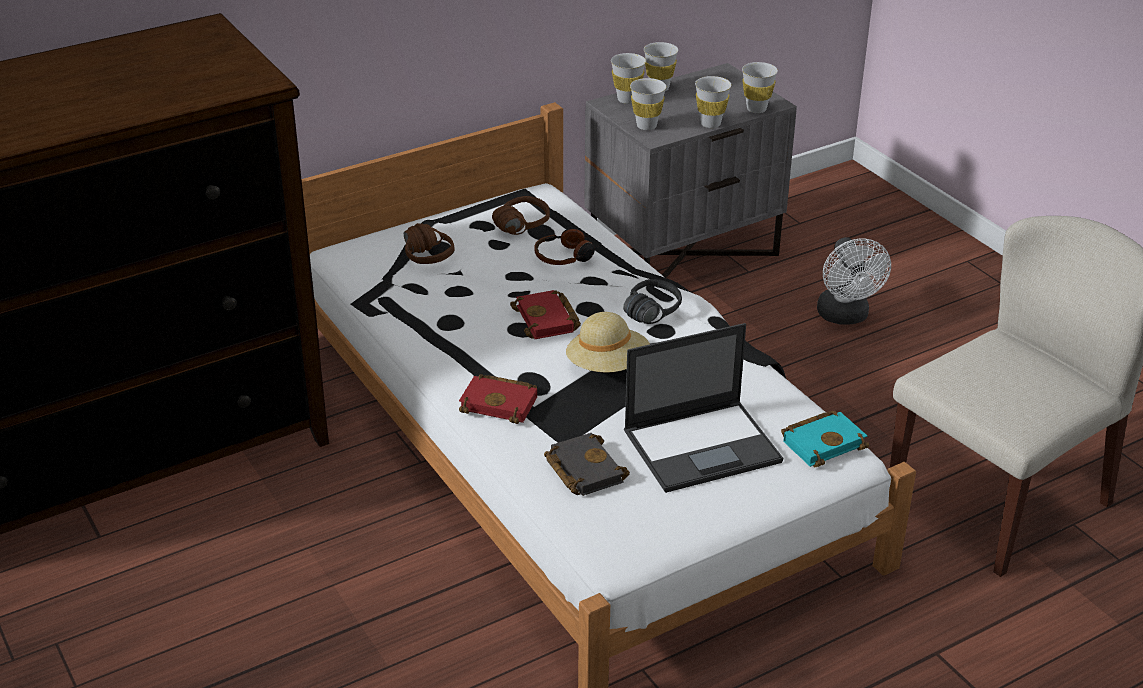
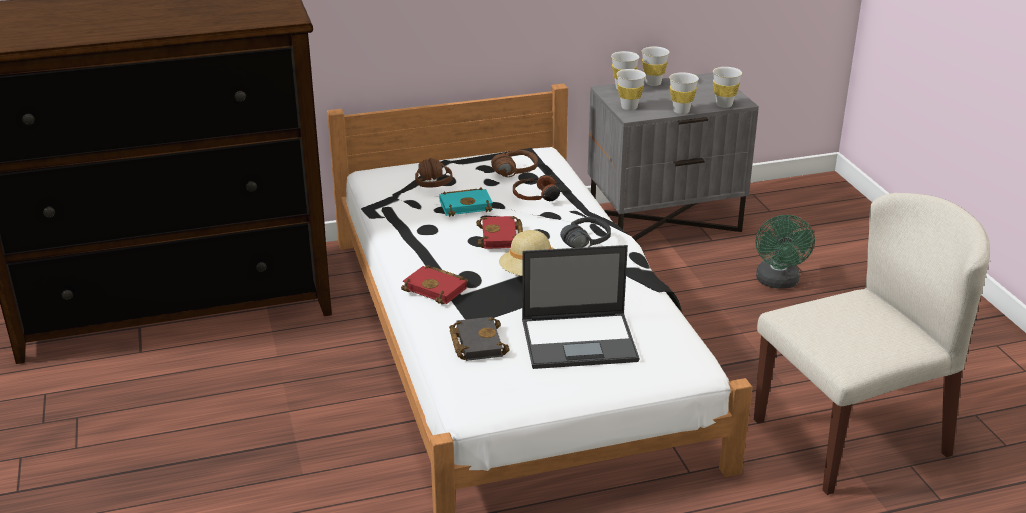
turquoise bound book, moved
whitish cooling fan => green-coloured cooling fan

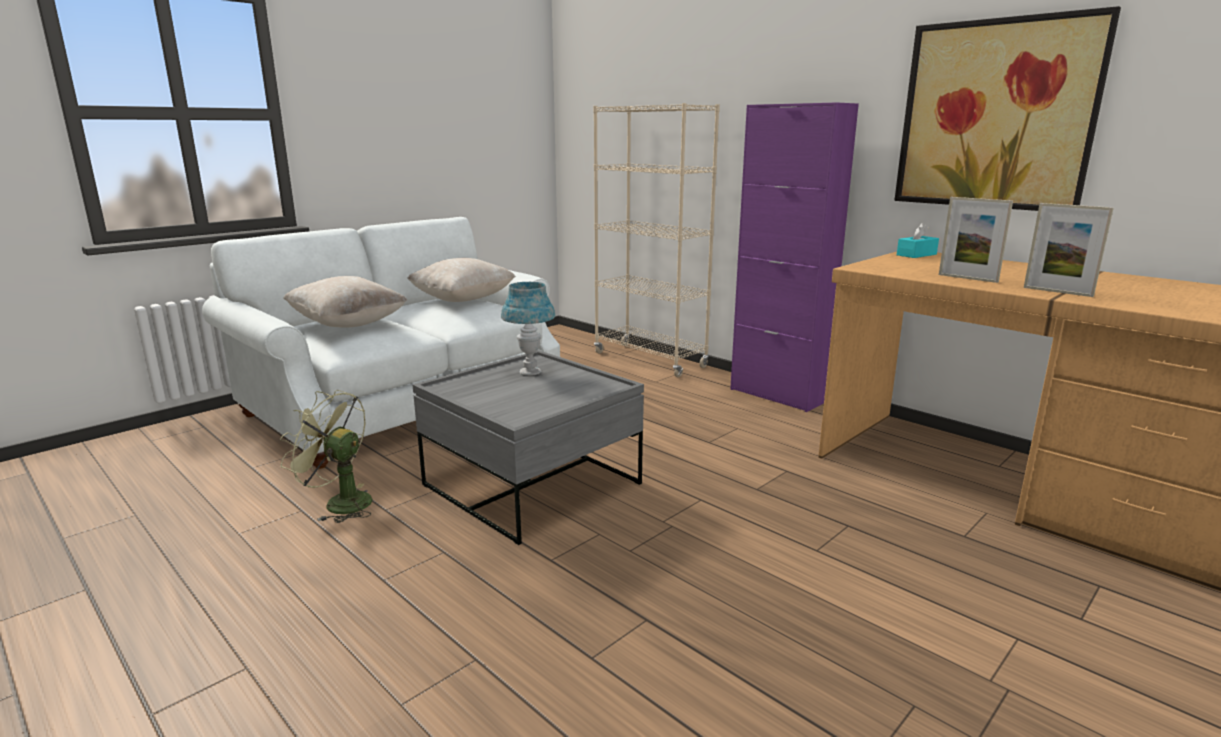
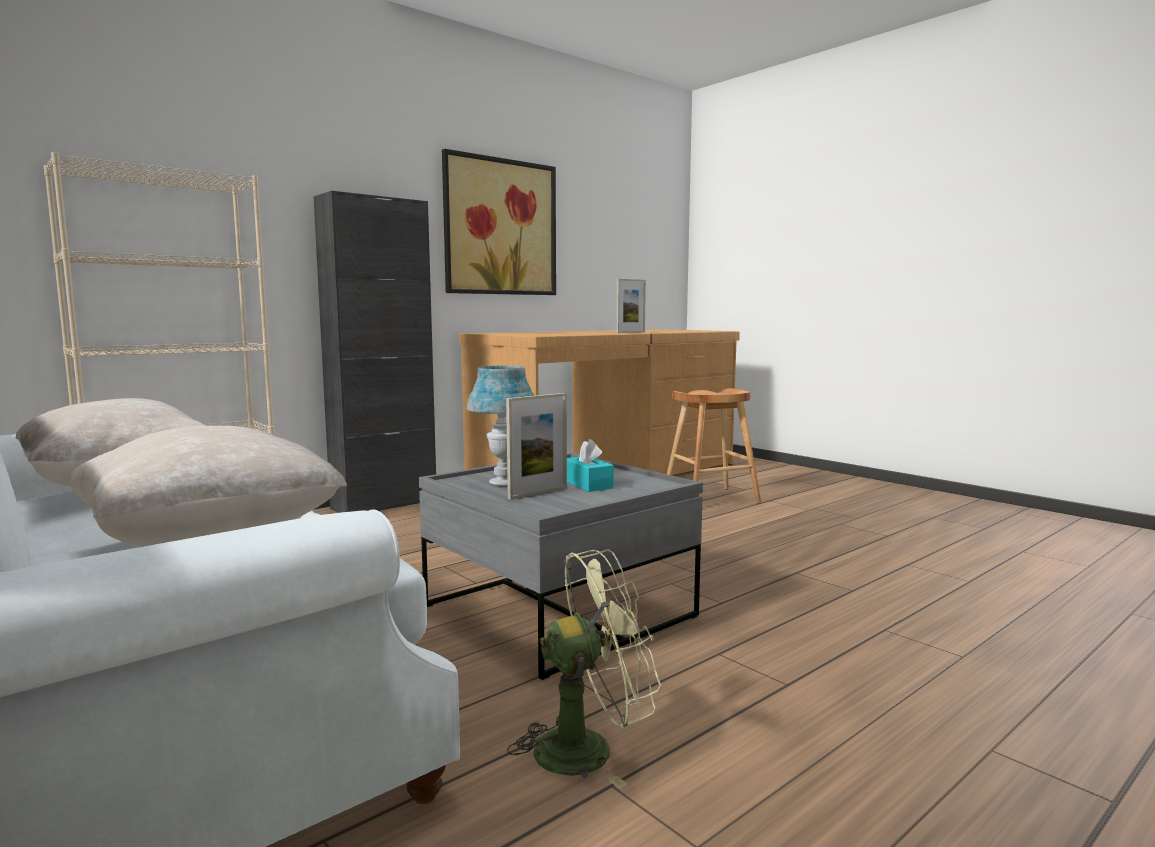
green-coloured cooling fan, 135 degrees counterclockwise
purple-coloured cabinet => black-coloured cabinet
turquoise tissue holder, moved
standing frame (1st from left), moved
nothing => brownish sitting stool

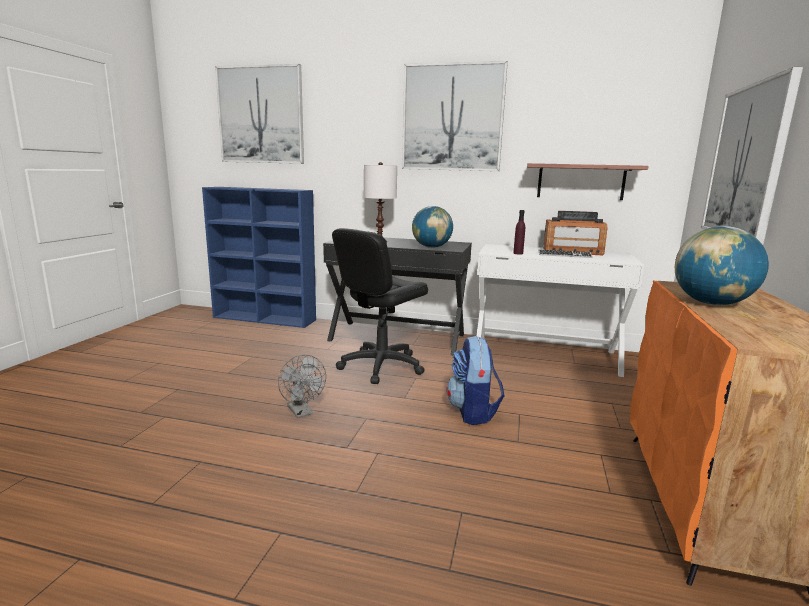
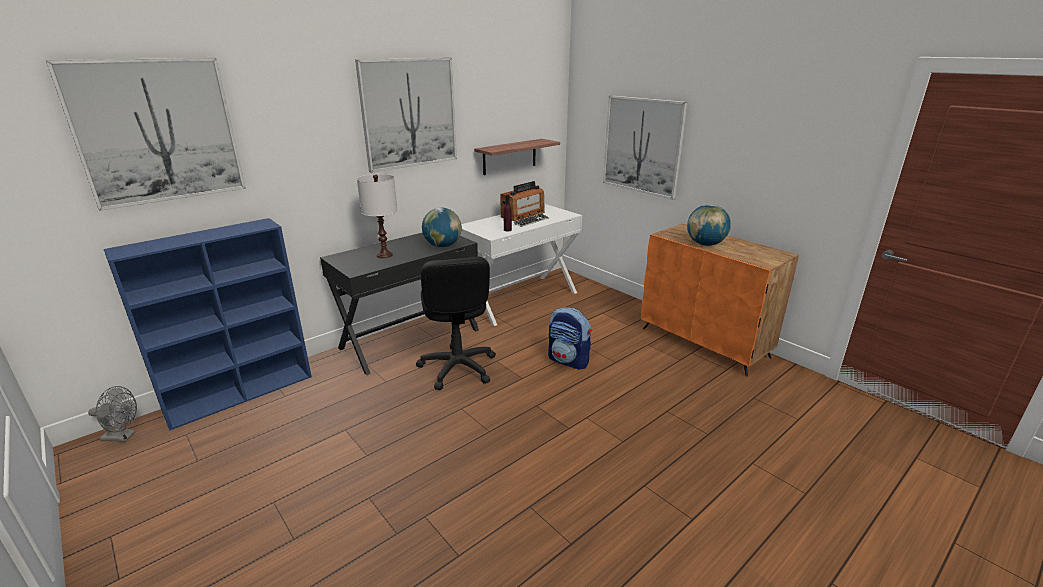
gray cooling fan, moved

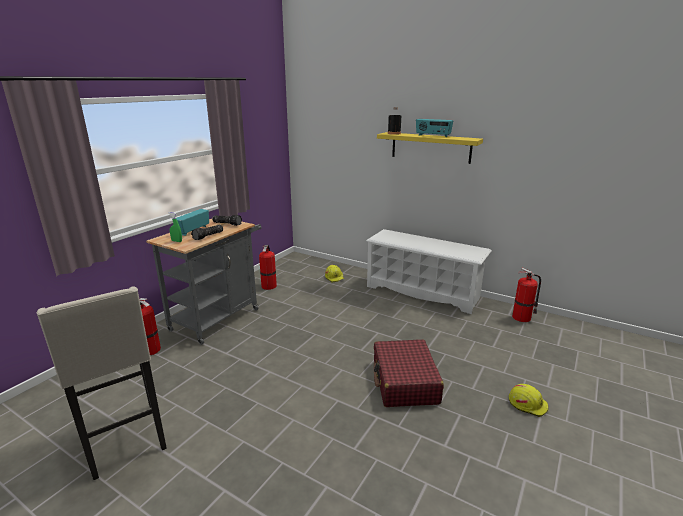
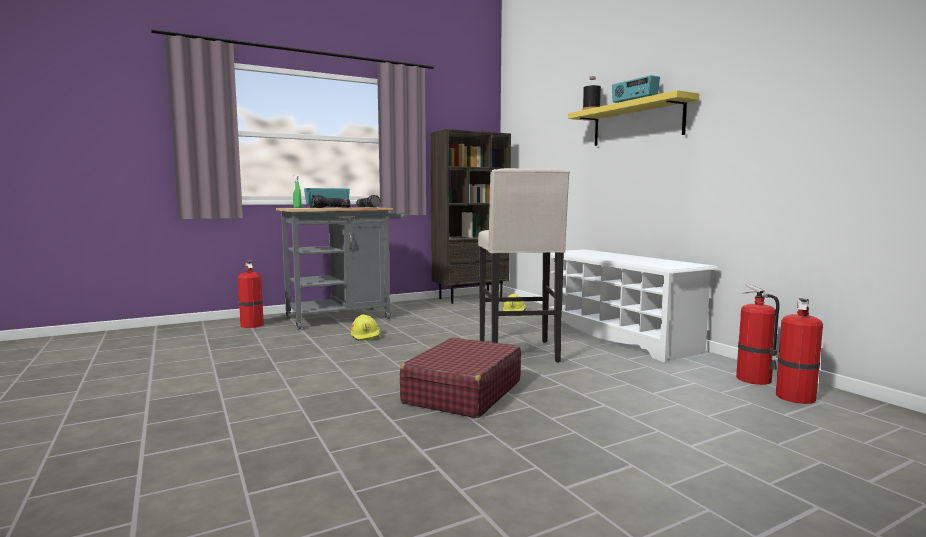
sand-coloured sitting stool, moved
fire extinguisher (2nd from left in the first image) => fire extinguisher (3rd from left), moved
yellow-coloured hard hat (2nd from left in the first image) => yellow-coloured hard hat (1st from left), moved
nothing => brownish bookshelf

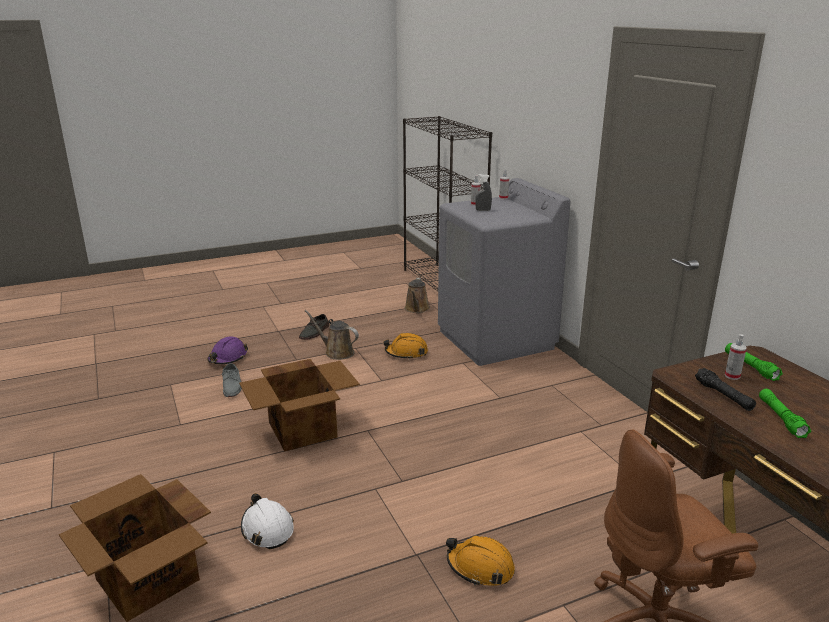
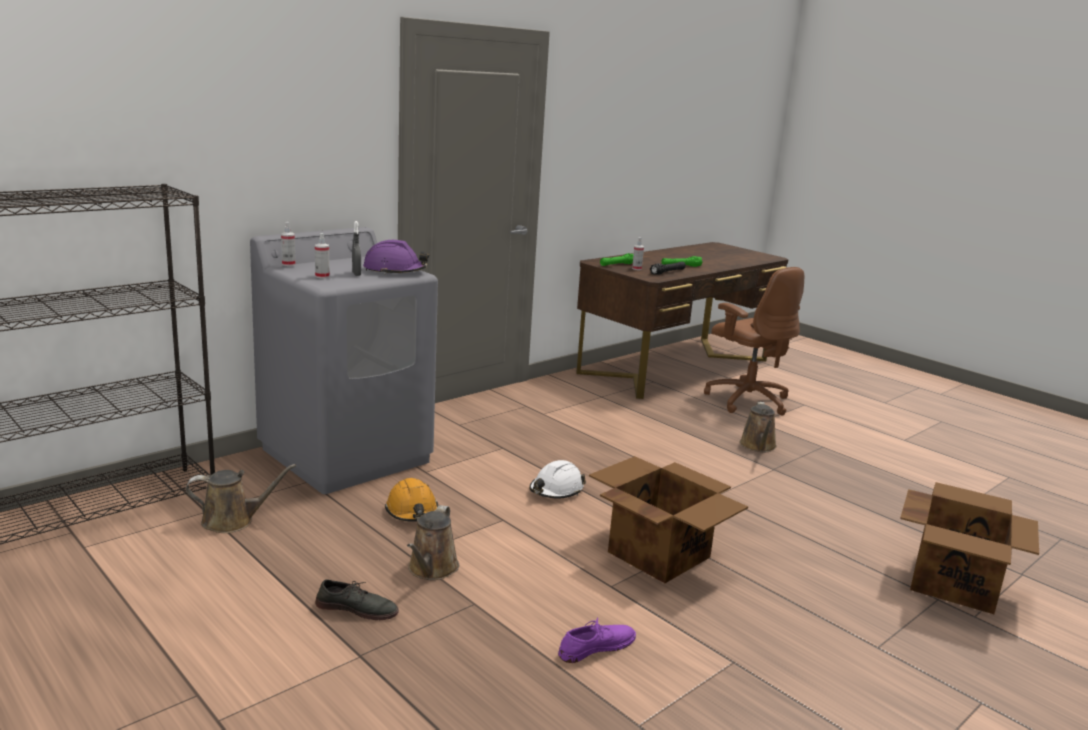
purple-coloured hard hat, moved
gray low shoe (1st from left) => purple-coloured low shoe
whitish hard hat, moved
orange hard hat (2nd from left) => brownish watering can (3rd from left)

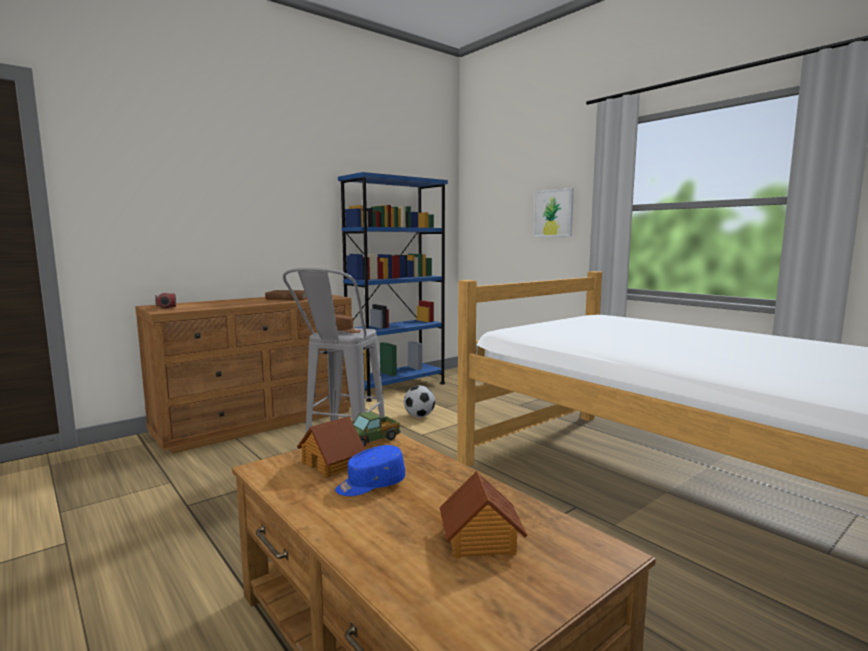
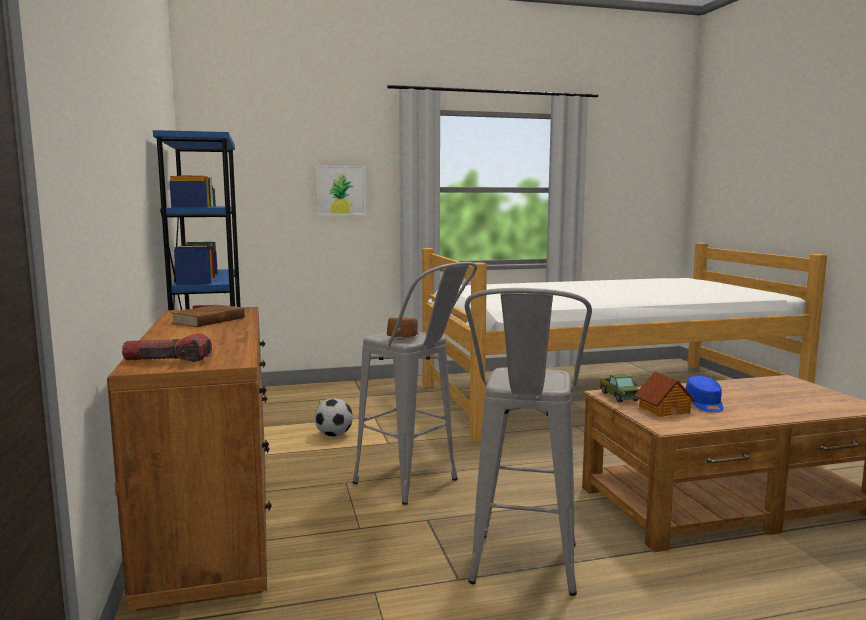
miniature house (2nd from left) => nothing
nothing => gray sitting stool (2nd from left)

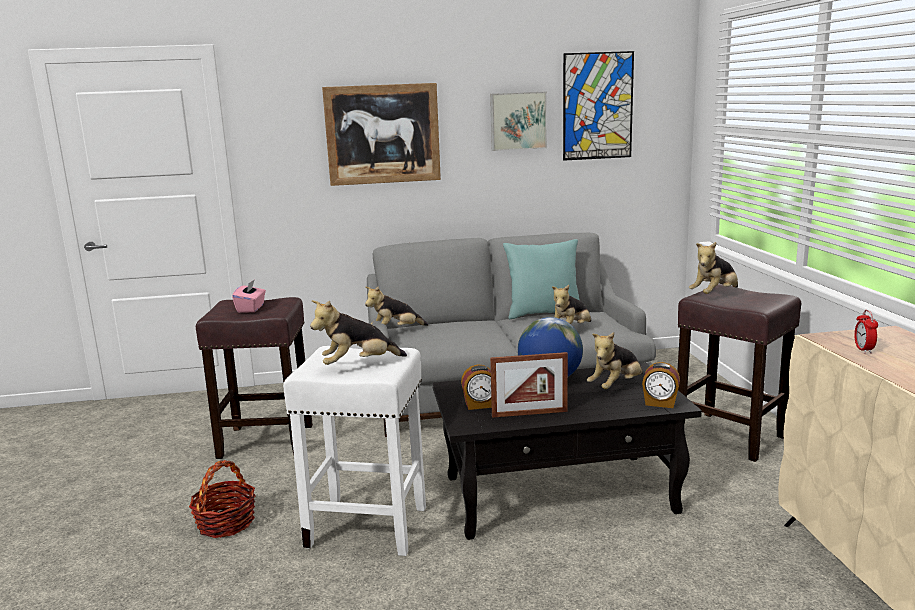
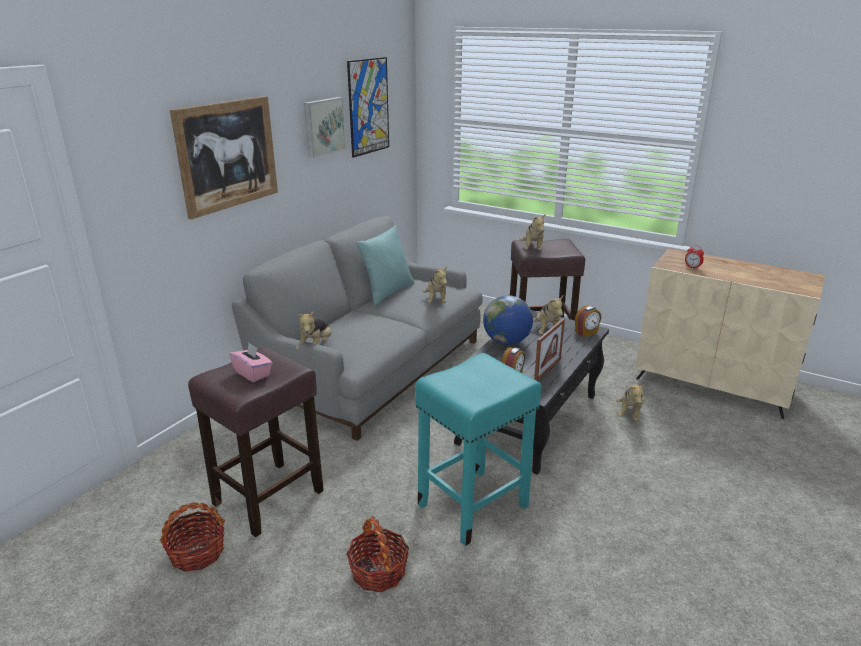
whitish sitting stool => turquoise sitting stool
soft toy (1st from left in the first image) => soft toy (5th from left), moved
nothing => household basket (1st from left)

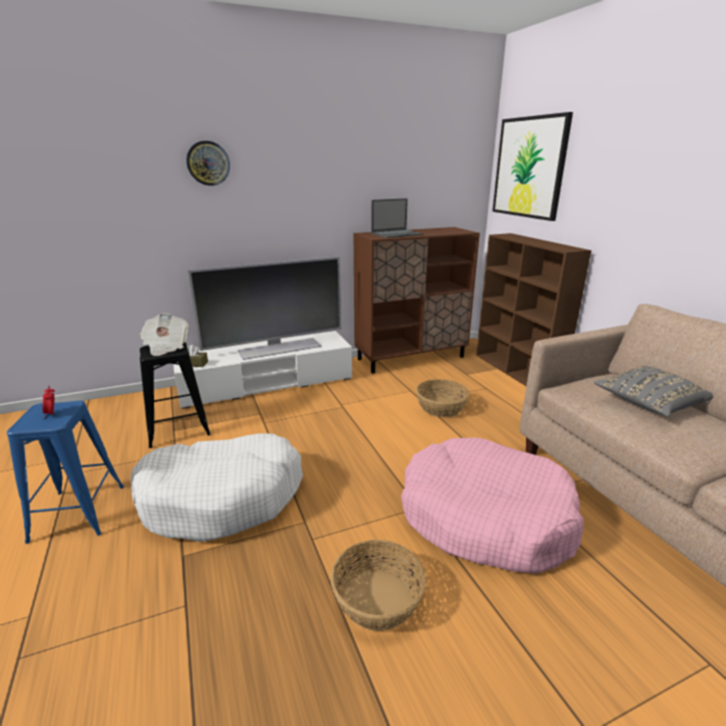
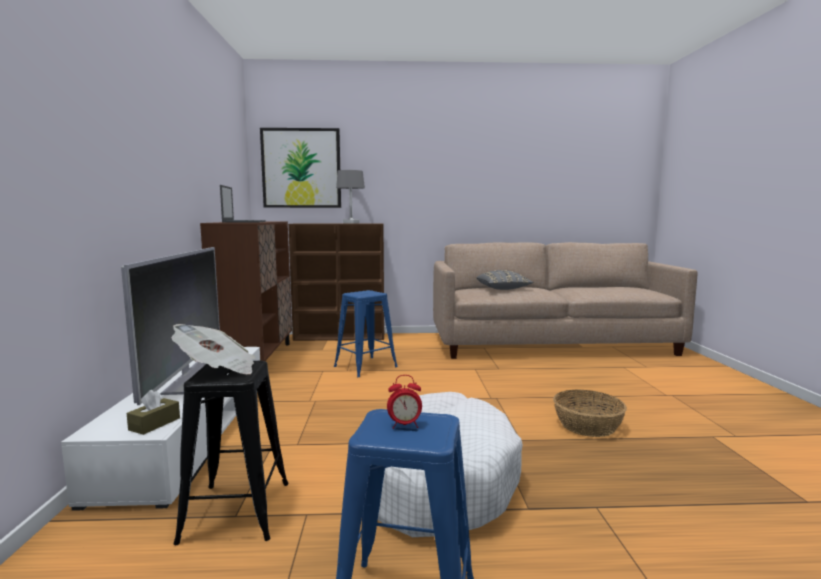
wall clock => nothing
pinkish dog cushion => nothing
household basket (2nd from left) => blue sitting stool (1st from left)
nothing => gray tabletop lamp

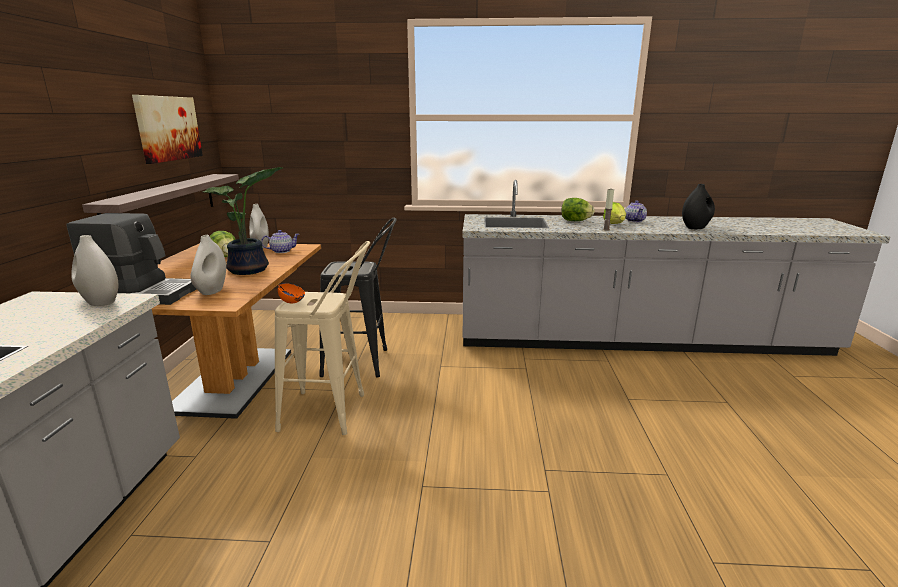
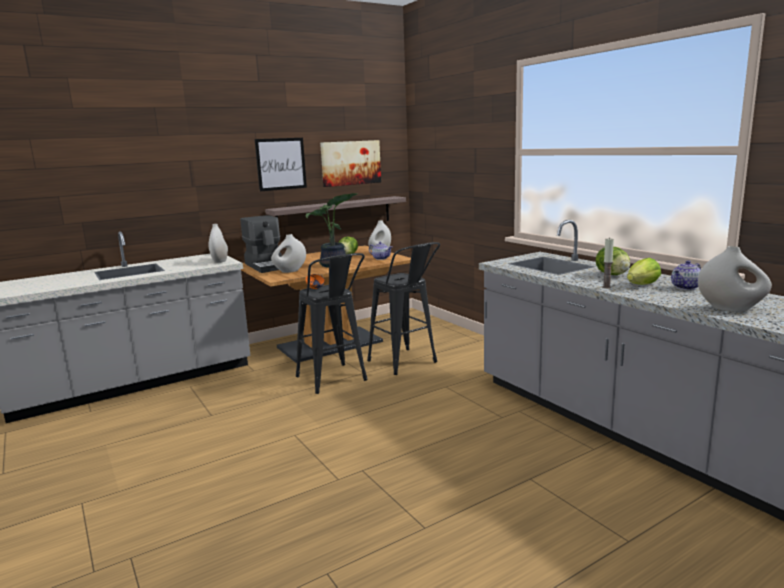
sand-coloured sitting stool => black-coloured sitting stool (1st from left)
black-coloured vase => whitish vase (4th from left)
nothing => picture (1st from left)

